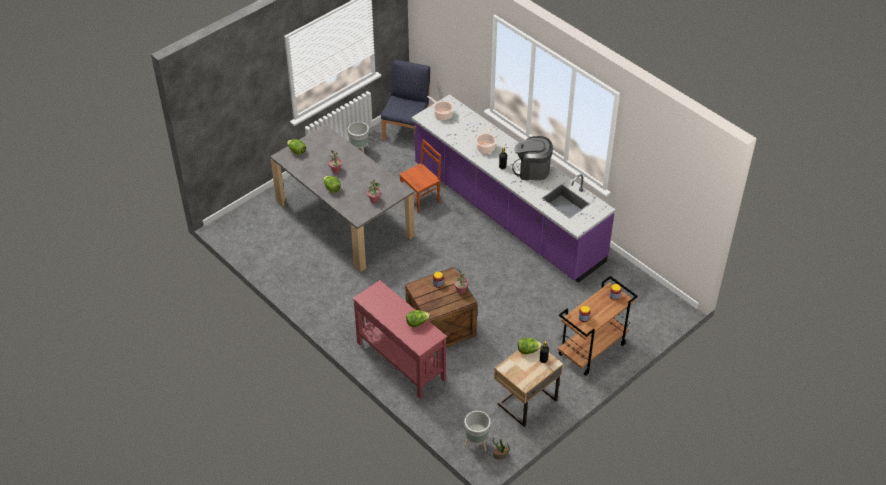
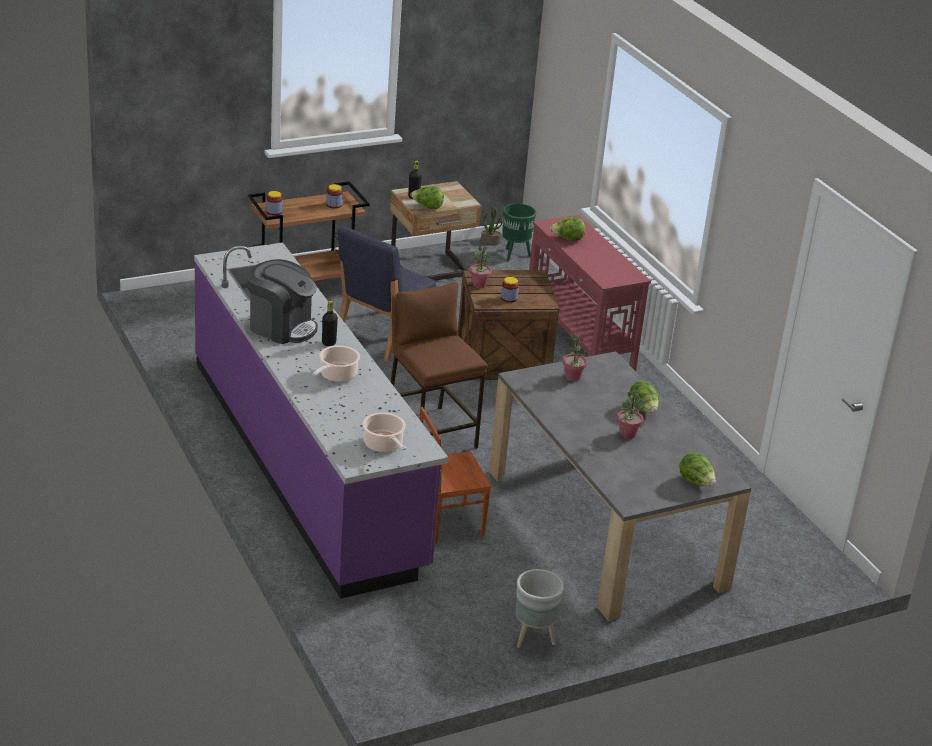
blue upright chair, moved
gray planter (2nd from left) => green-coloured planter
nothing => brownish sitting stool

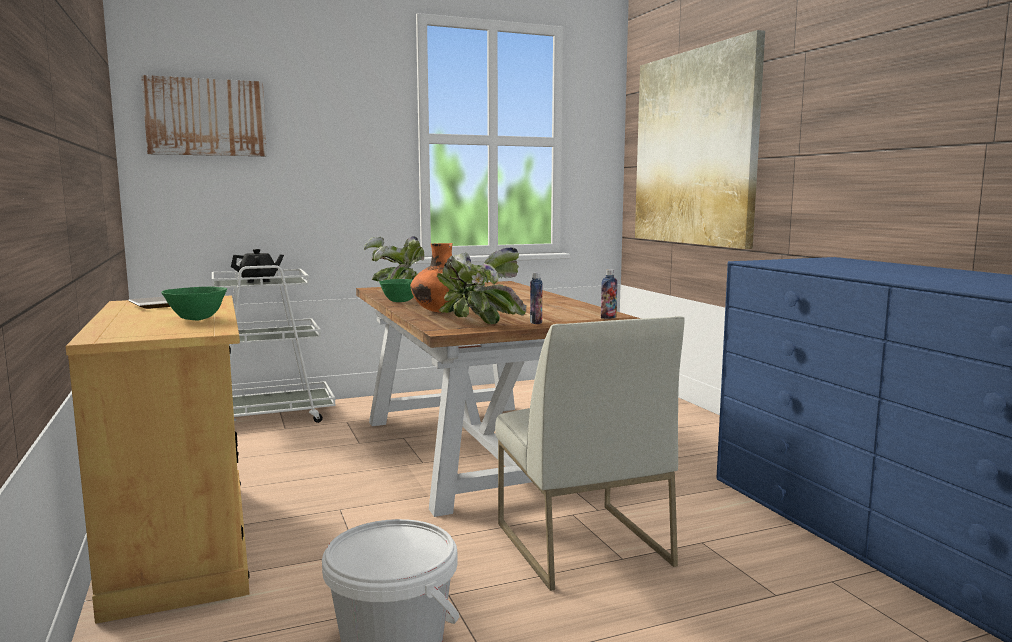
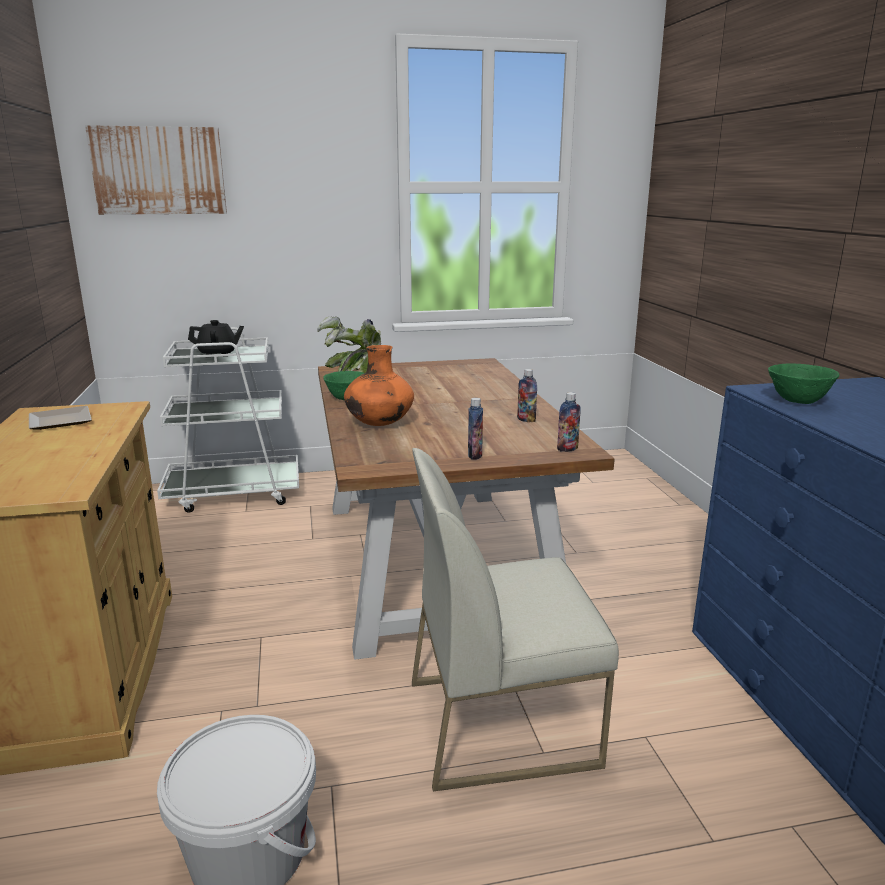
green-coloured deep dish (1st from left in the first image) => green-coloured deep dish (2nd from left), moved
houseplant (2nd from left) => nothing
whitish upright chair, 90 degrees clockwise
picture (2nd from left) => nothing
nothing => bottle (2nd from left)

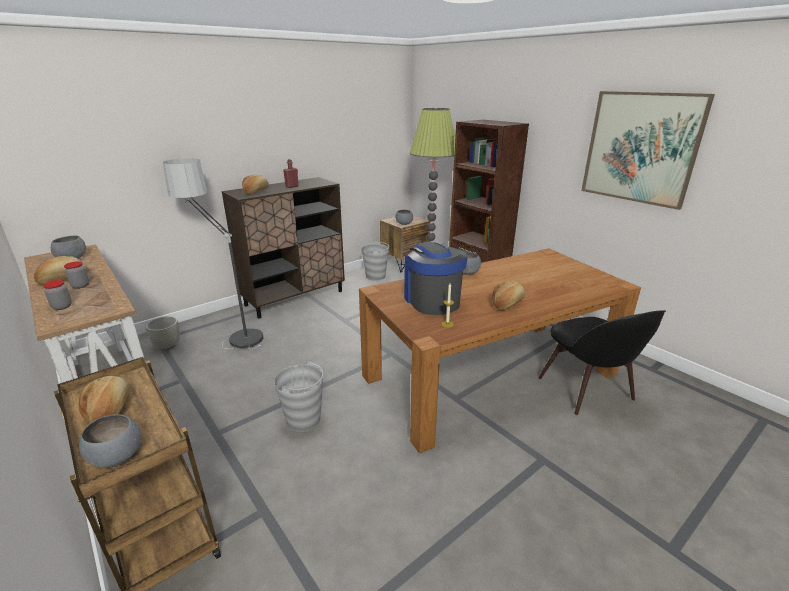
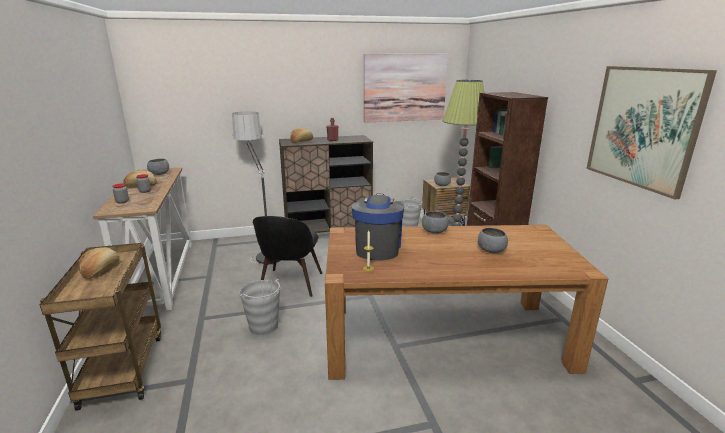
gray deep dish (2nd from left in the first image) => gray deep dish (4th from left), moved
gray planter => nothing
baked bread (4th from left) => nothing
black-coloured upright chair, moved
nothing => picture (1st from left)

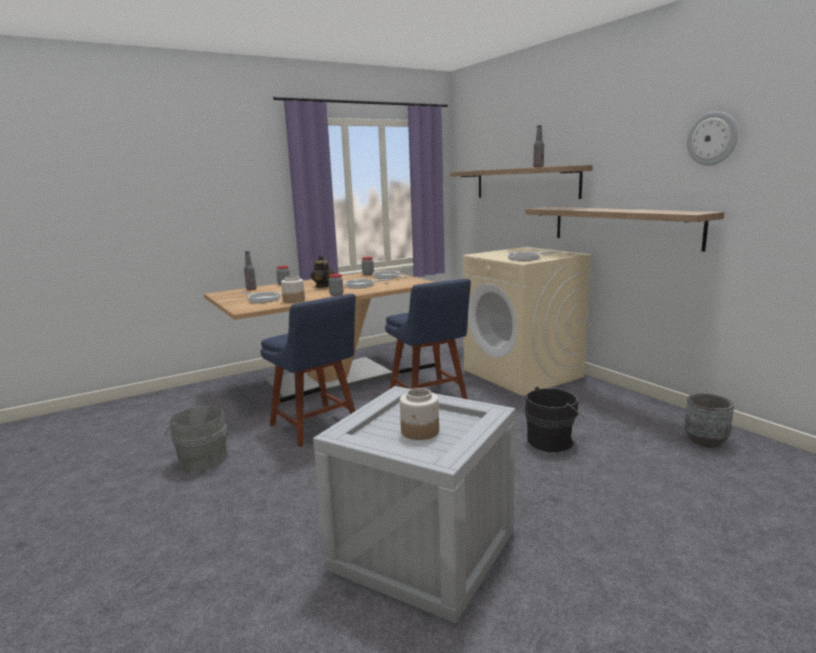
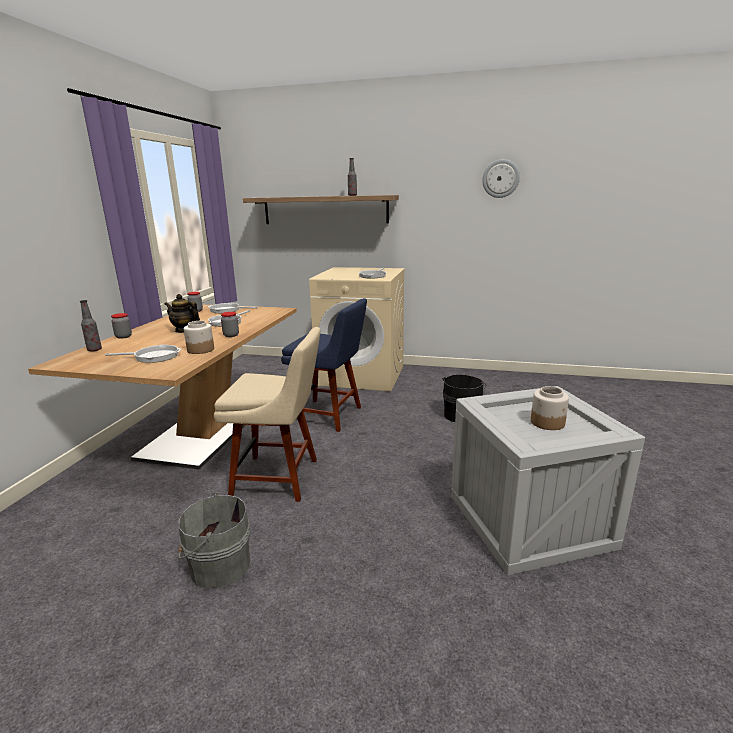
blue upright chair (1st from left) => sand-coloured upright chair
shelf (2nd from left) => nothing
gray planter => nothing

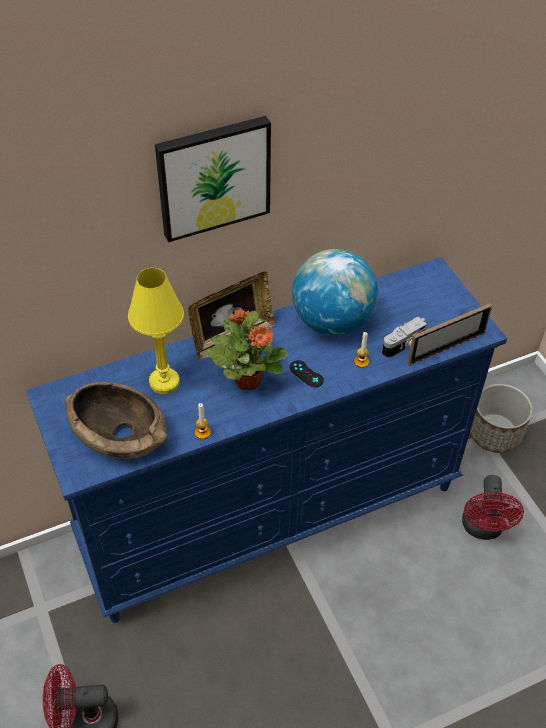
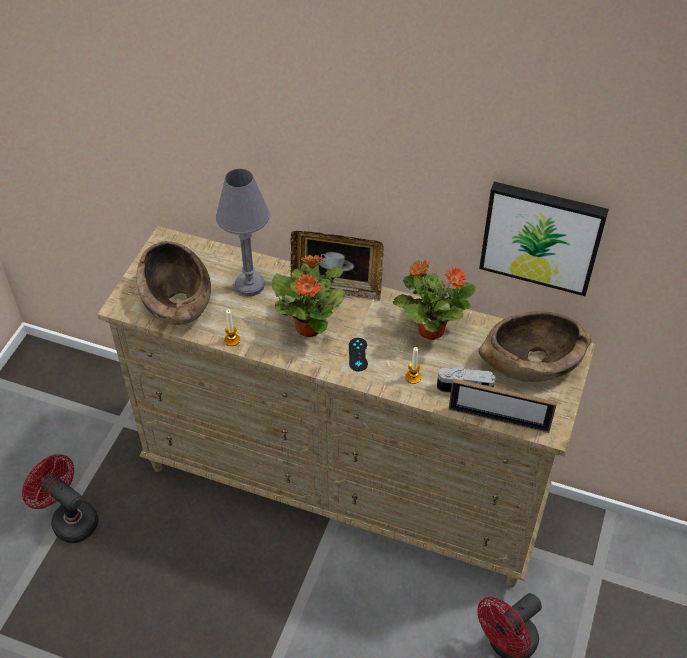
blue chest of drawers => sand-coloured chest of drawers
yellow-coloured tabletop lamp => gray tabletop lamp
picture, moved
globe => houseplant (2nd from left)
planter => nothing
nothing => brownish deep dish (2nd from left)

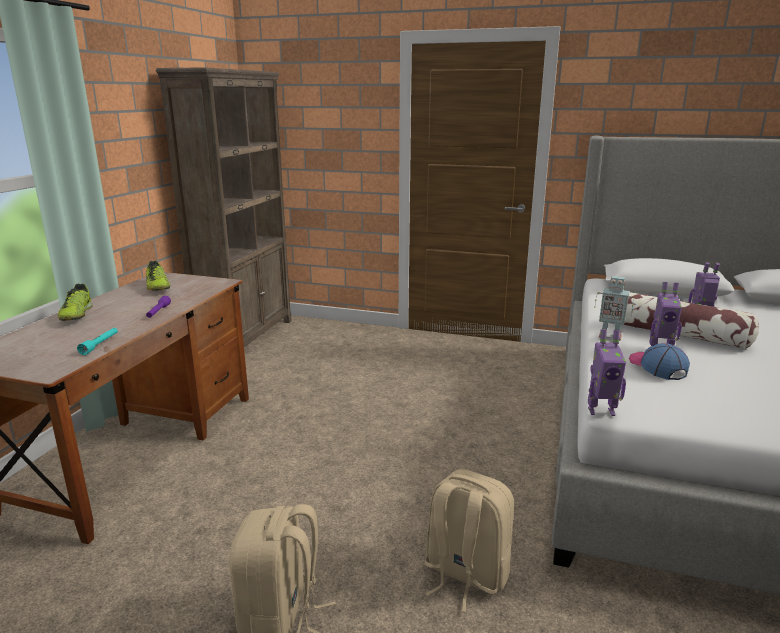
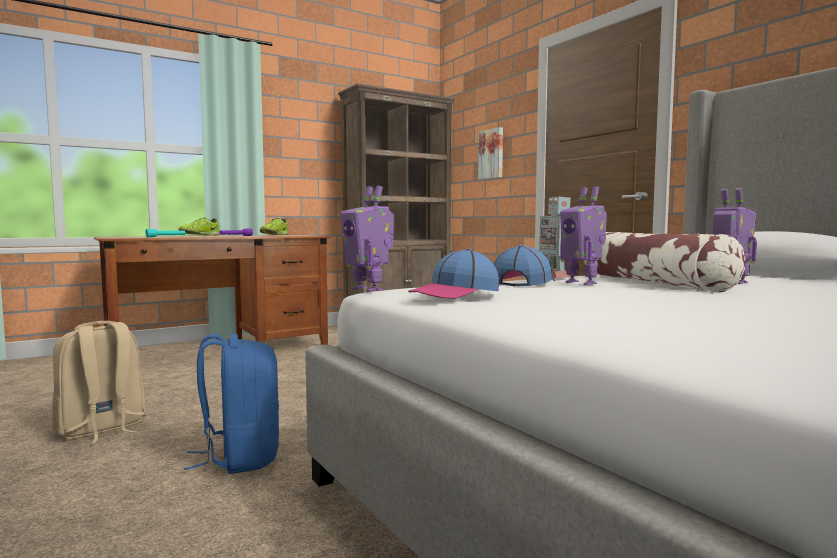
sand-coloured knapsack (2nd from left) => blue knapsack
nothing => cap (1st from left)
nothing => picture

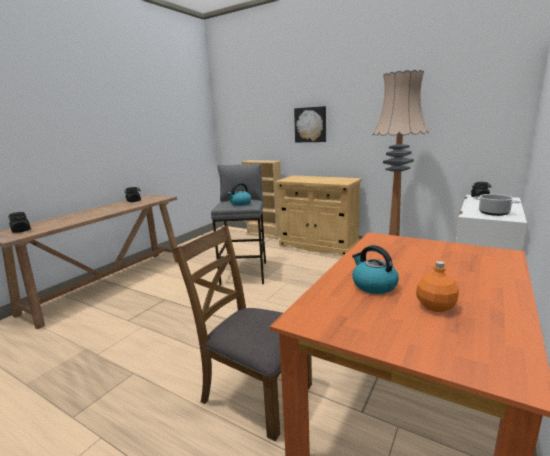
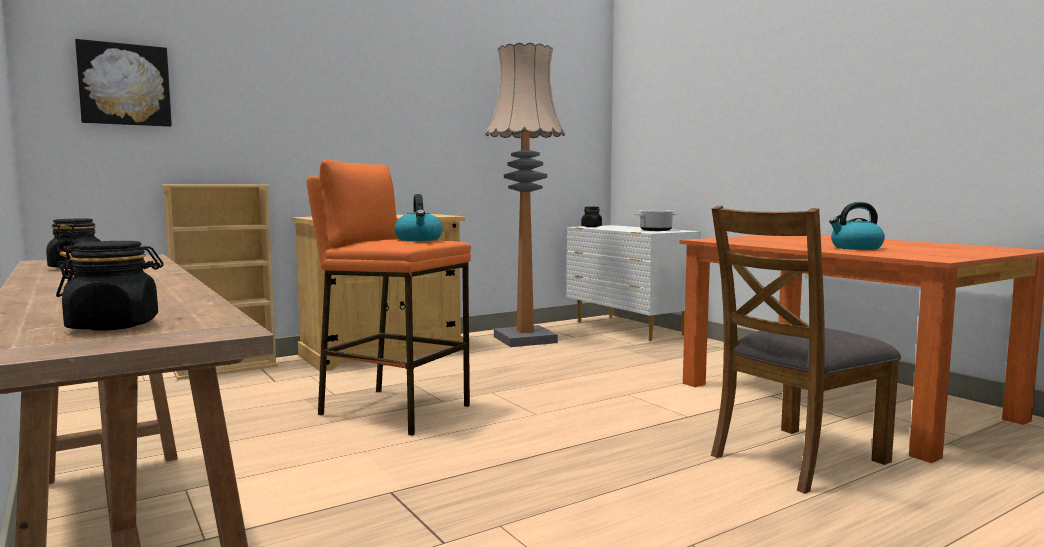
gray sitting stool => orange sitting stool
picture, moved
orange bottle => nothing

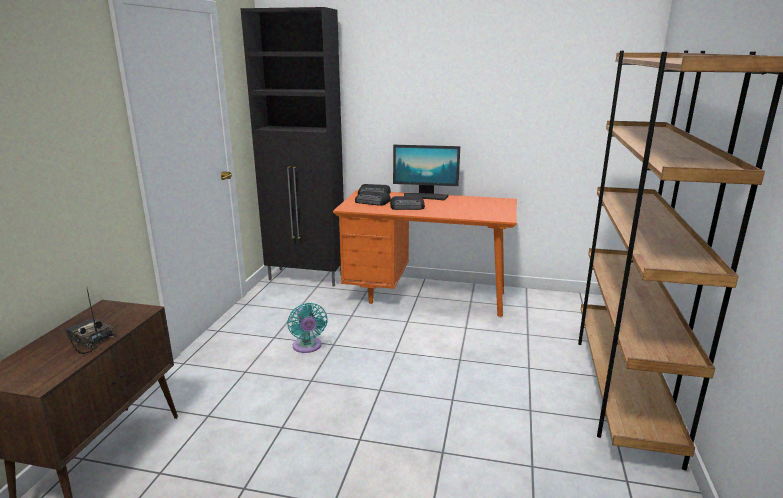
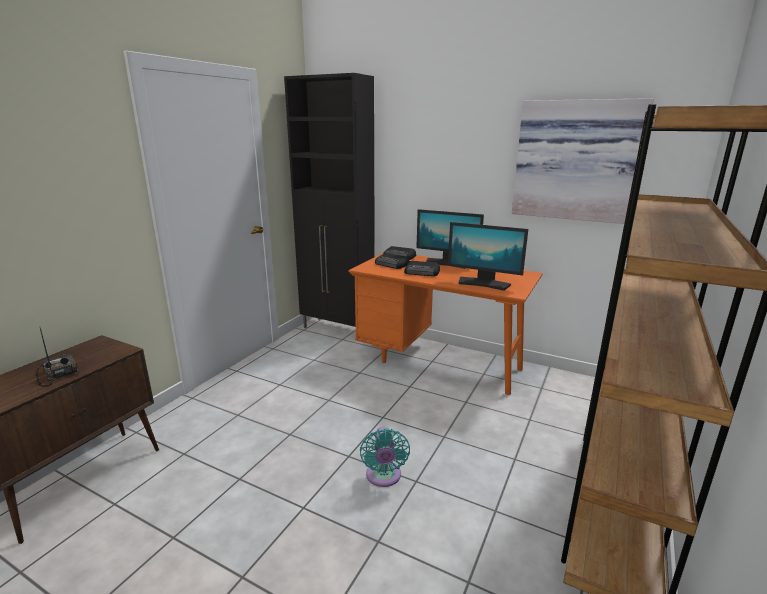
turquoise cooling fan, moved
nothing => computer screen (2nd from left)
nothing => picture

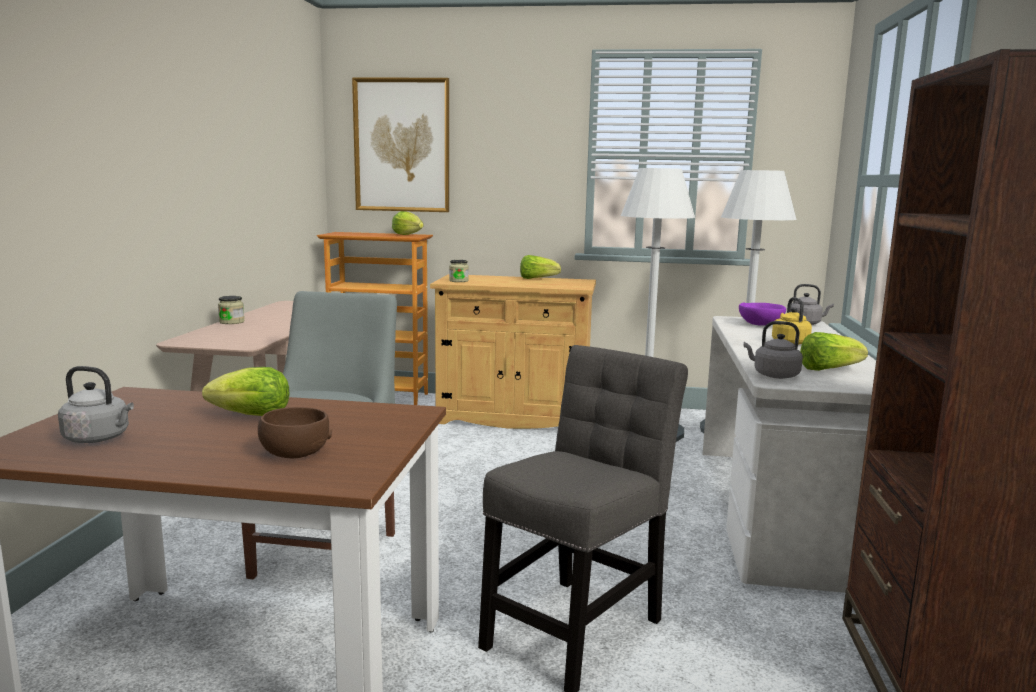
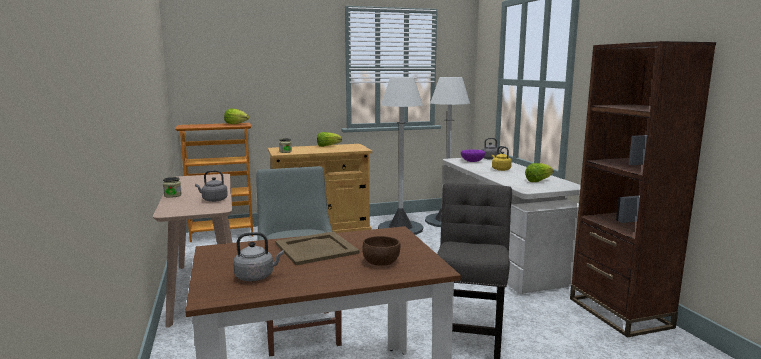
head of lettuce (1st from left) => sand-coloured carrying tray
picture => nothing
gray tea kettle (2nd from left in the first image) => gray tea kettle (1st from left), moved

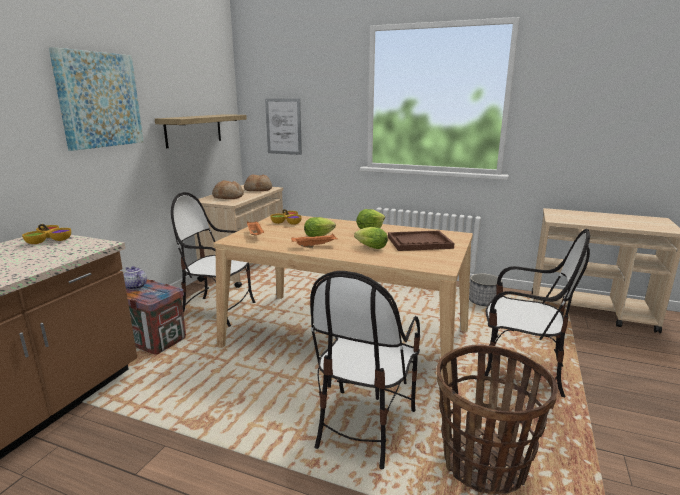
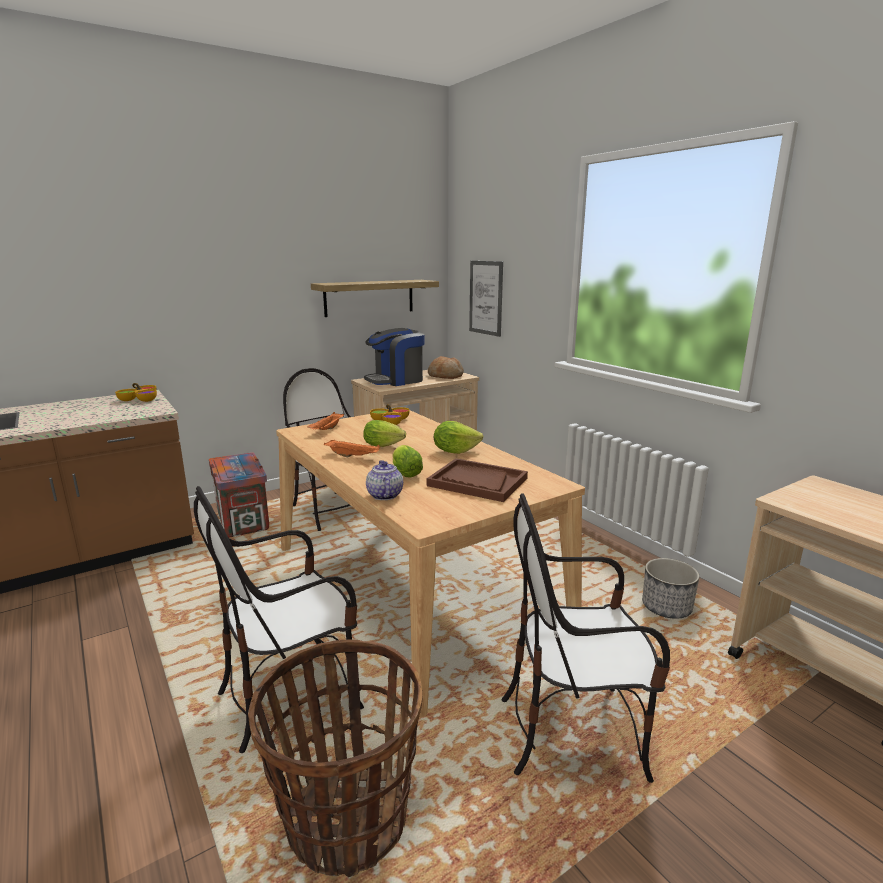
picture (1st from left) => nothing
teapot, moved
baked bread (1st from left) => coffee machine
upright chair (3rd from left), 120 degrees clockwise

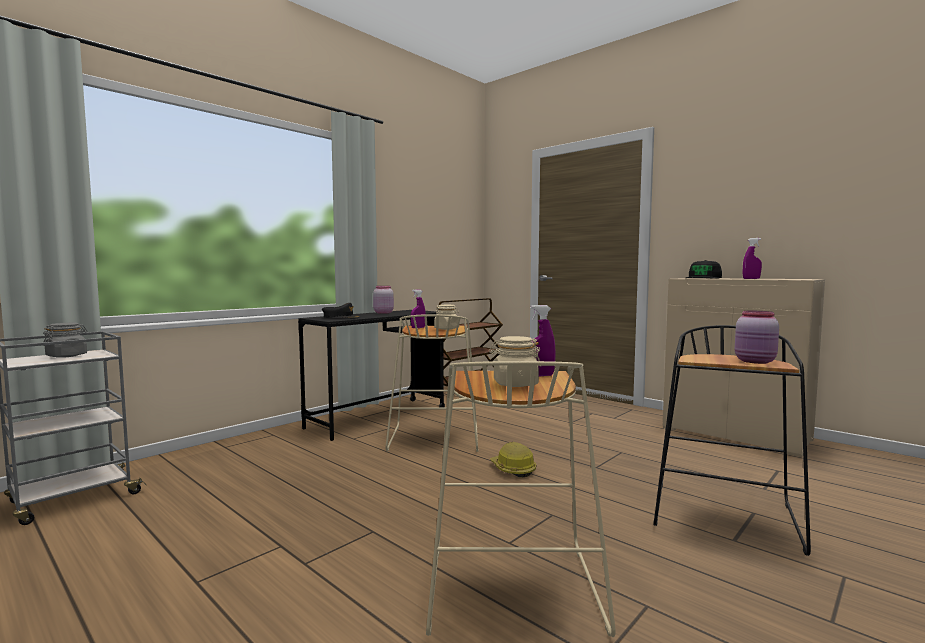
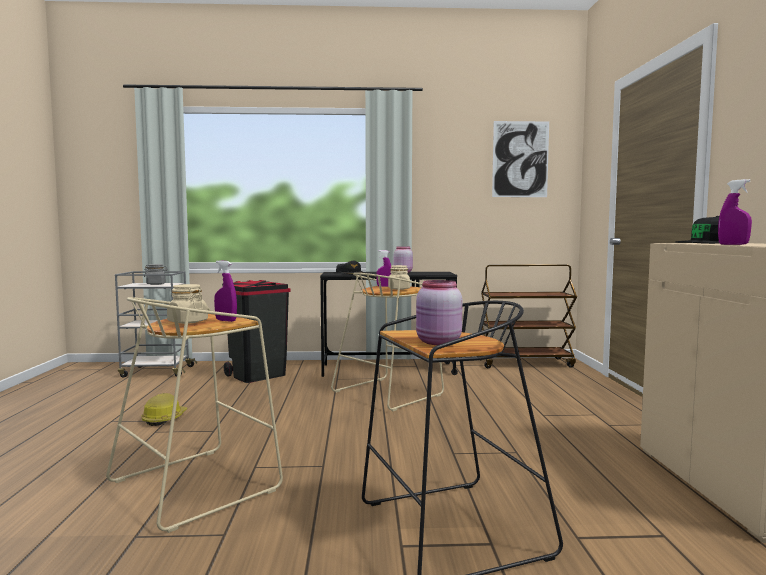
hard hat, moved
nothing => black-coloured rubbish bin
nothing => picture

